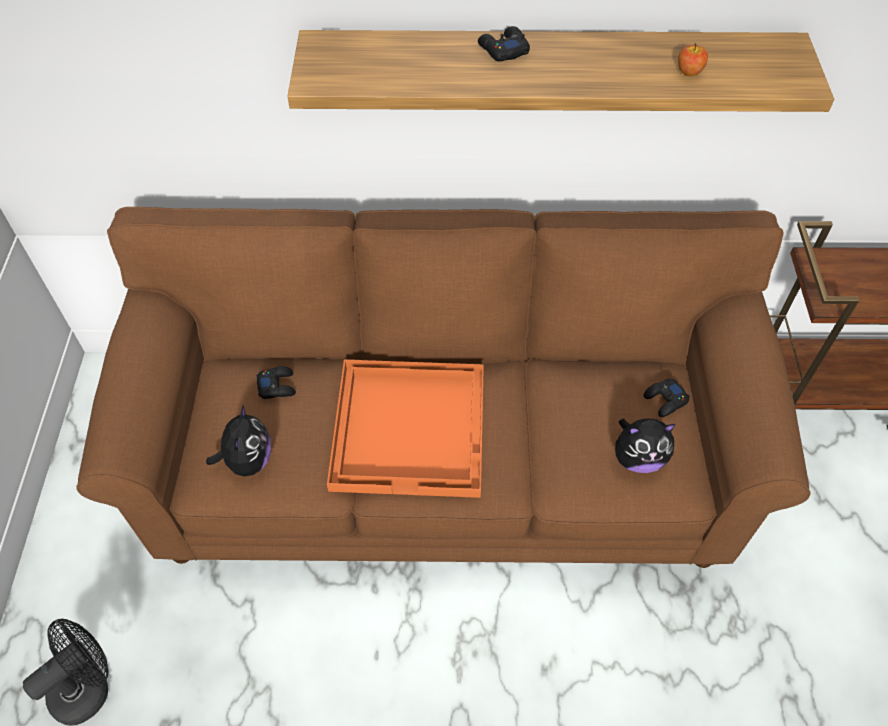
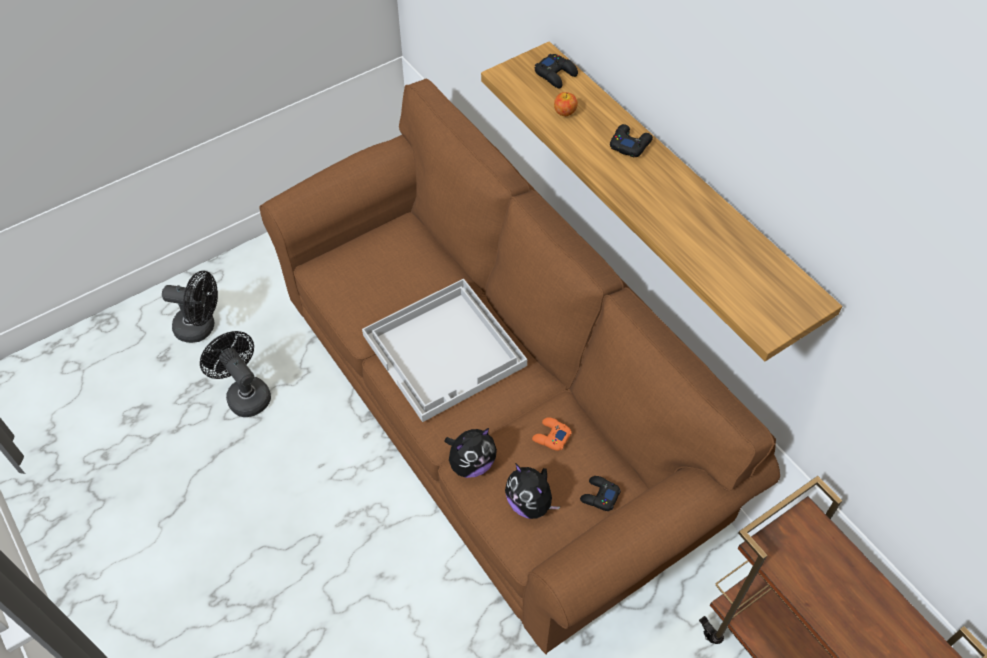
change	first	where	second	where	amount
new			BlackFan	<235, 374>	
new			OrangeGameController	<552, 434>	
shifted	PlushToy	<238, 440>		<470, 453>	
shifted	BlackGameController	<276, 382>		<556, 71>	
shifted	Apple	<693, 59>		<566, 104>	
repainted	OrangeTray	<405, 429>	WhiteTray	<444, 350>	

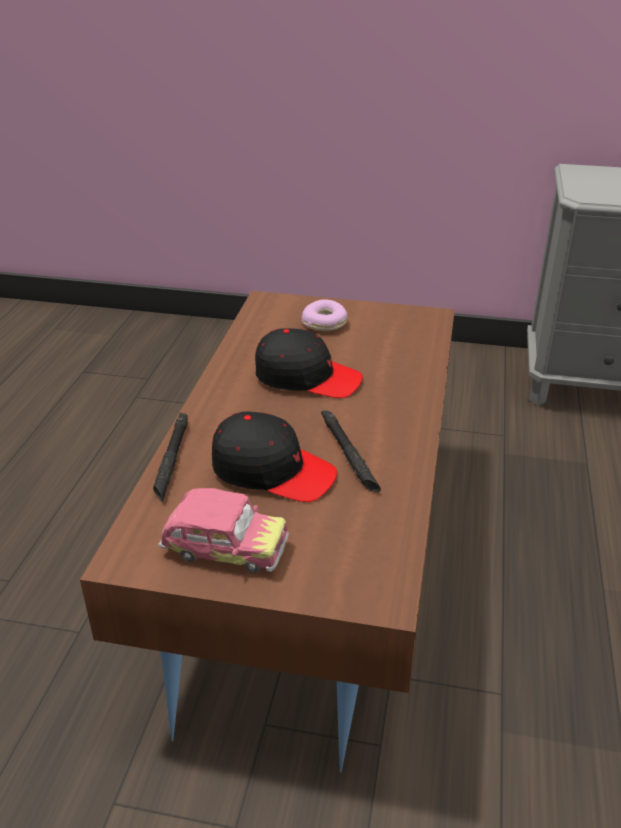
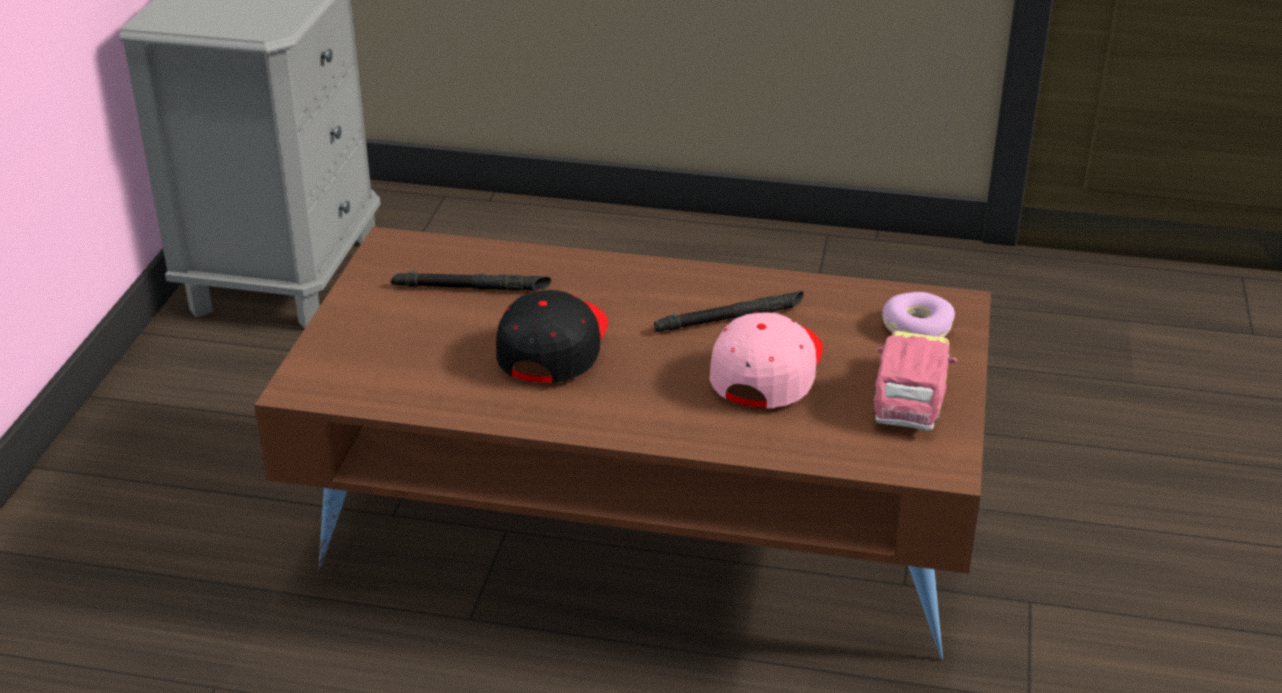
change	first	where	second	where	amount
shifted	BlackFlashlight	<170, 457>		<471, 281>	
shifted	Donut	<324, 315>		<918, 314>	
repainted	BlackCap	<274, 456>	PinkCap	<766, 360>	

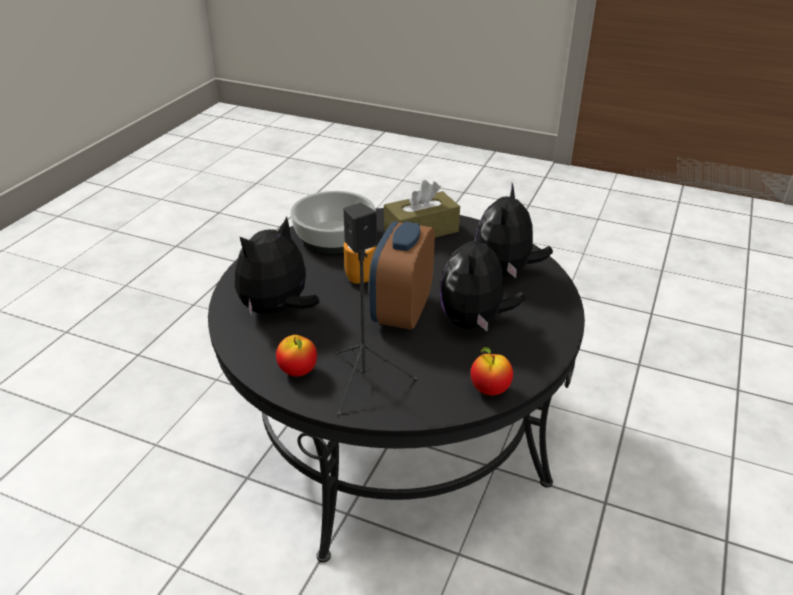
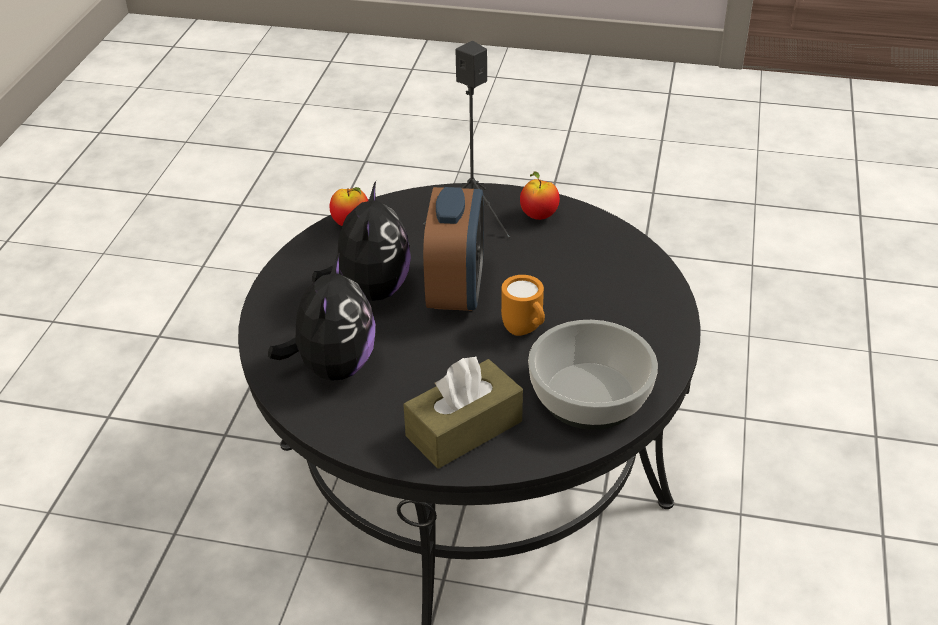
change	first	where	second	where	amount
gone	PlushToy	<277, 267>			

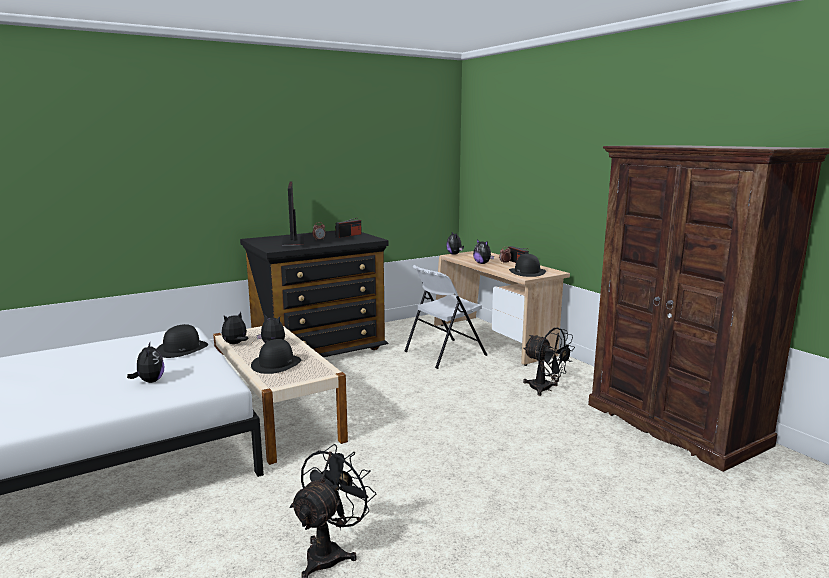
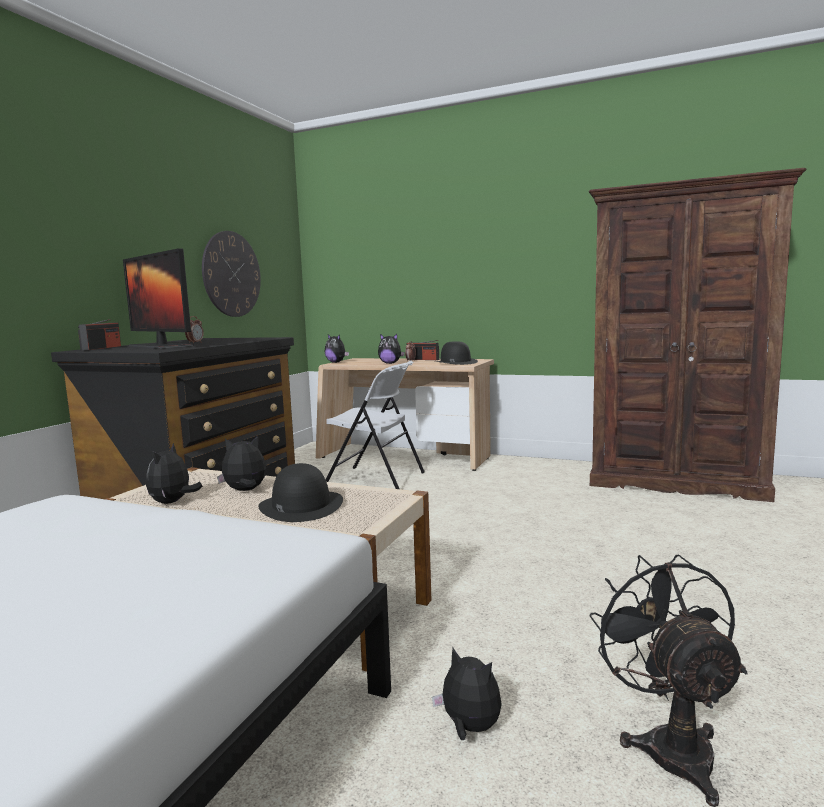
change	first	where	second	where	amount
gone	BlackHat	<182, 341>			
gone	BlackFan	<549, 362>			
new			WallClock	<231, 274>	
shifted	PlushToy	<145, 362>		<467, 694>	
shifted	Radio	<348, 227>		<99, 335>	
rotated	WhiteChair	<446, 317>		<375, 425>	90 degrees counterclockwise

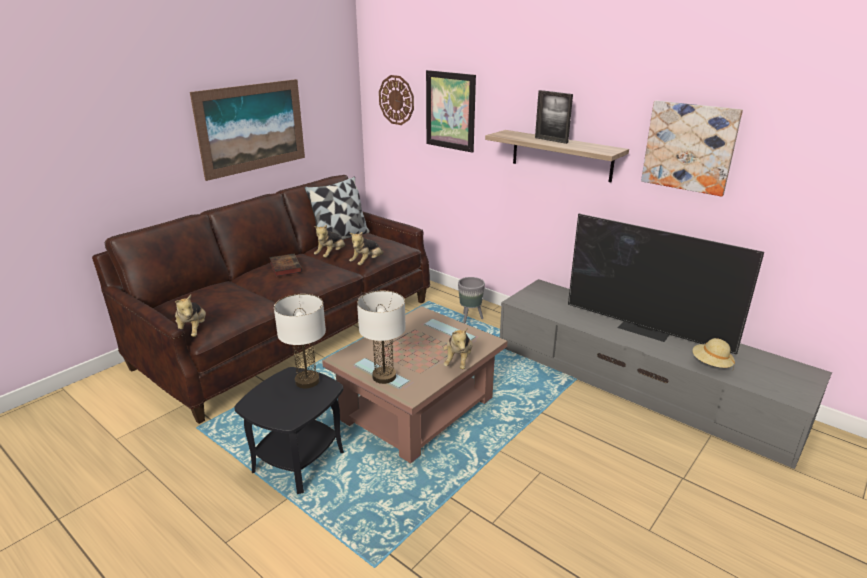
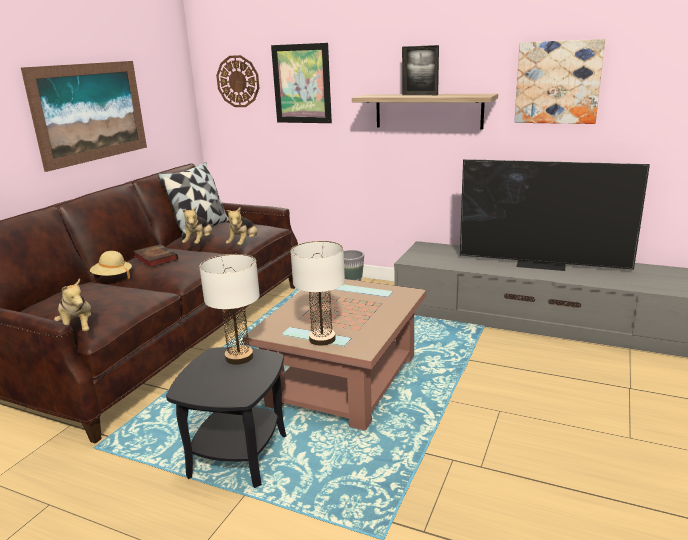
change	first	where	second	where	amount
gone	PlushToy	<457, 348>			
shifted	BeigeHat	<713, 353>		<111, 265>	

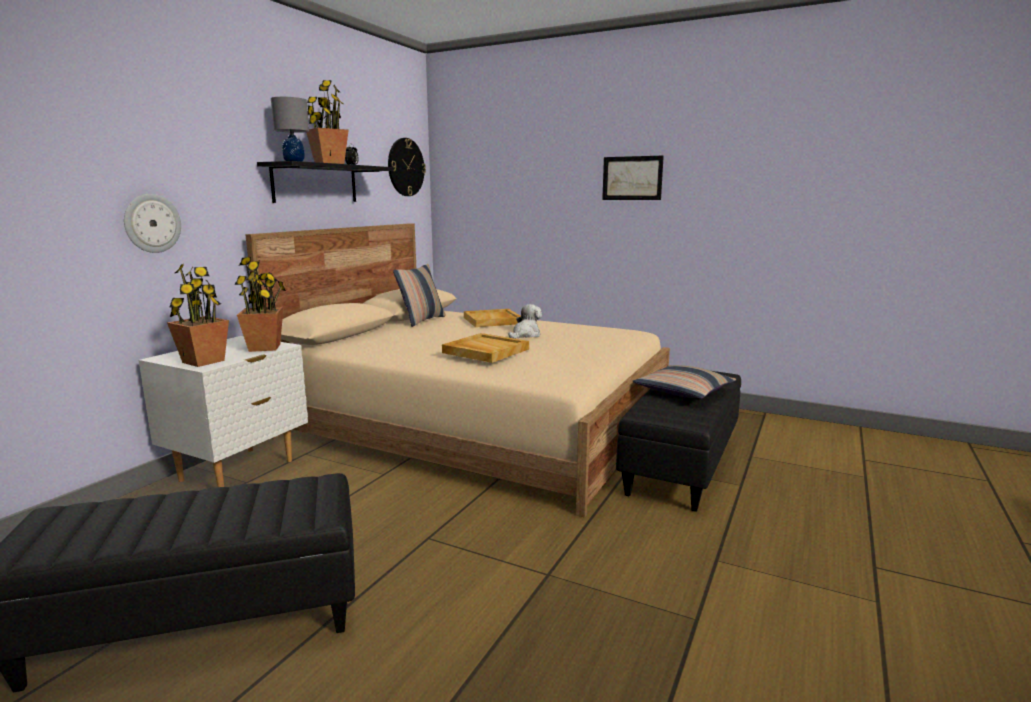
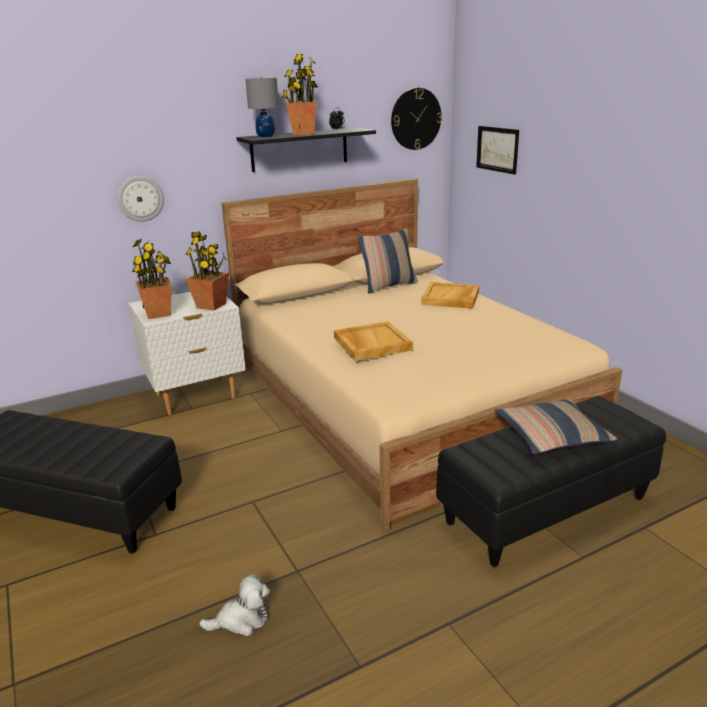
change	first	where	second	where	amount
shifted	PlushToy	<525, 321>		<234, 605>	
shifted	Picture	<633, 178>		<497, 150>	

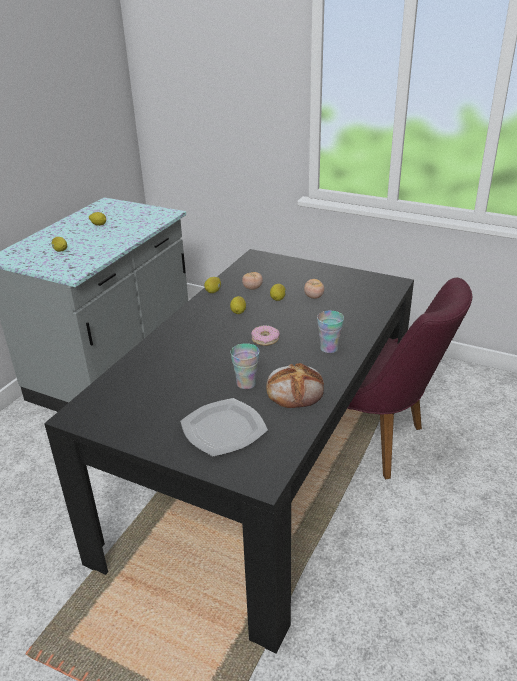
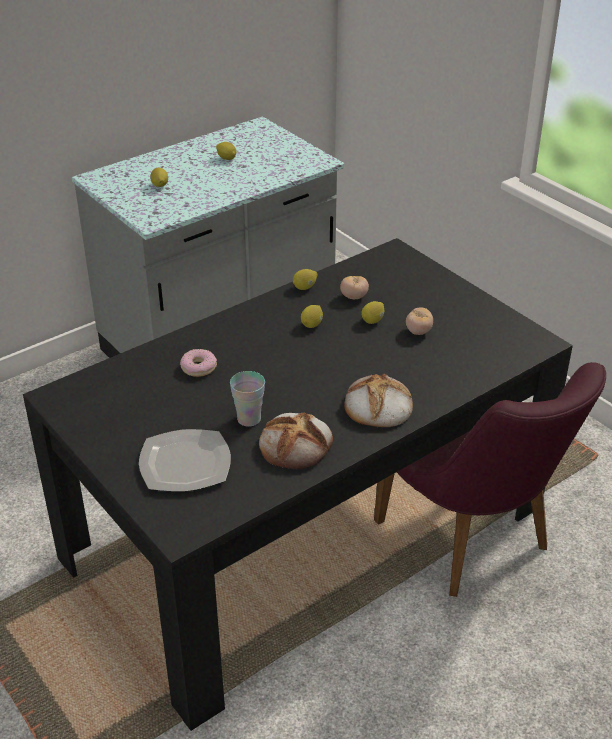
change	first	where	second	where	amount
shifted	Donut	<265, 335>		<198, 363>	
swapped	Cup	<330, 332>	Bread	<378, 400>	

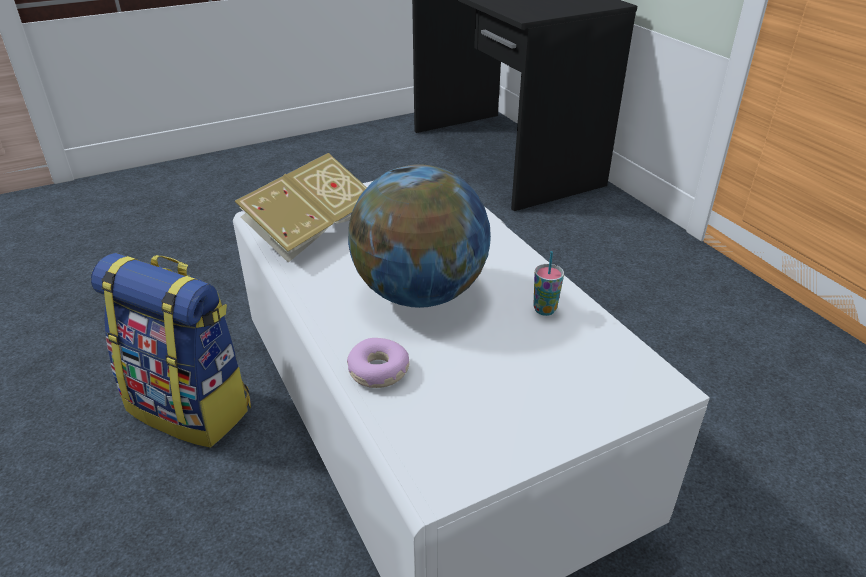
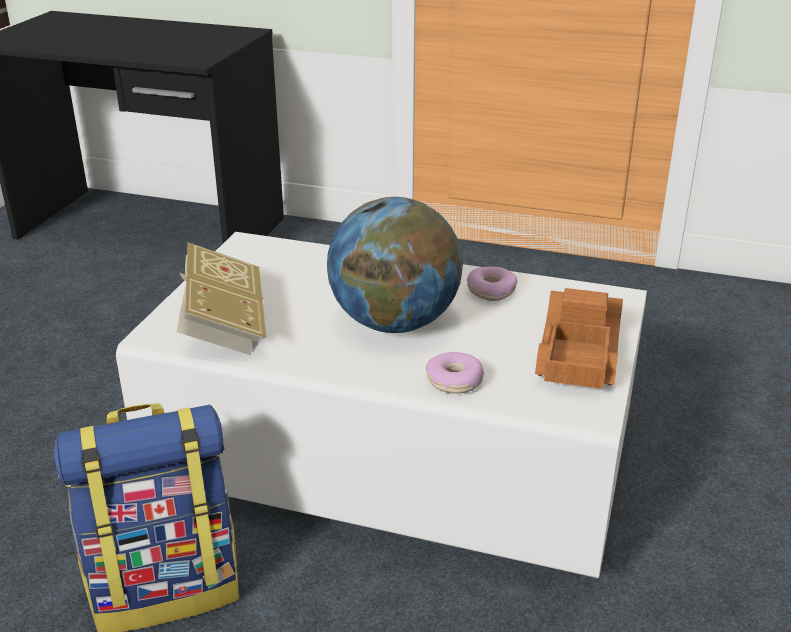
change	first	where	second	where	amount
new			ToyTruck	<579, 338>	
swapped	Cup	<548, 283>	Donut	<492, 284>	

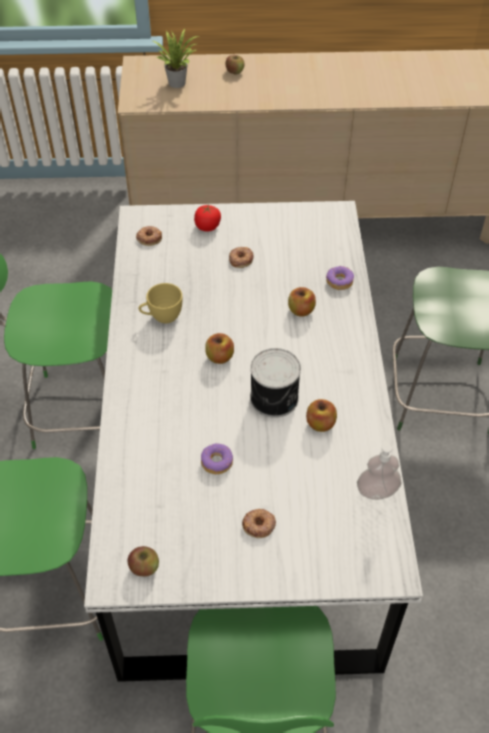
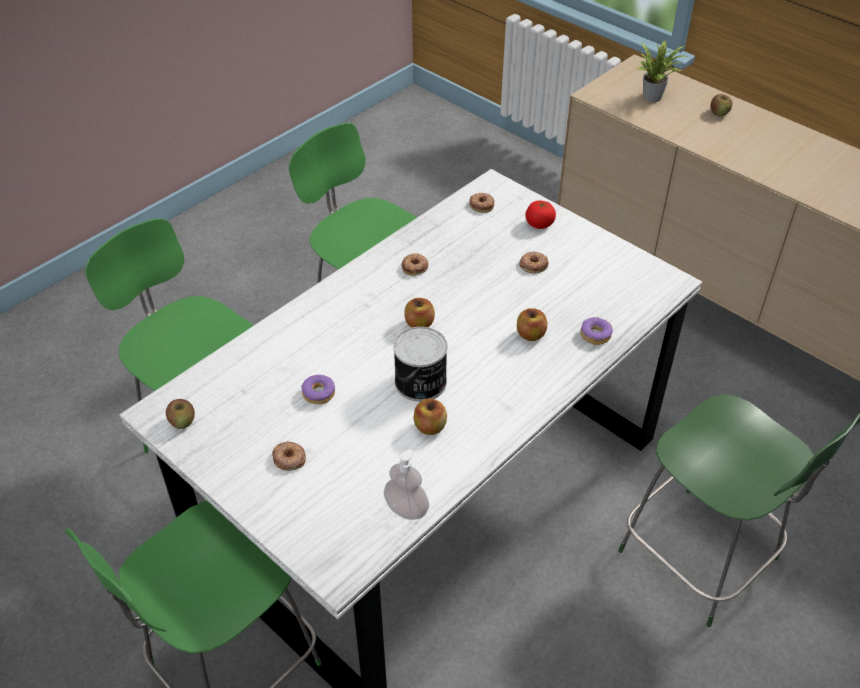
change	first	where	second	where	amount
swapped	YellowCup	<160, 303>	Donut	<415, 265>	

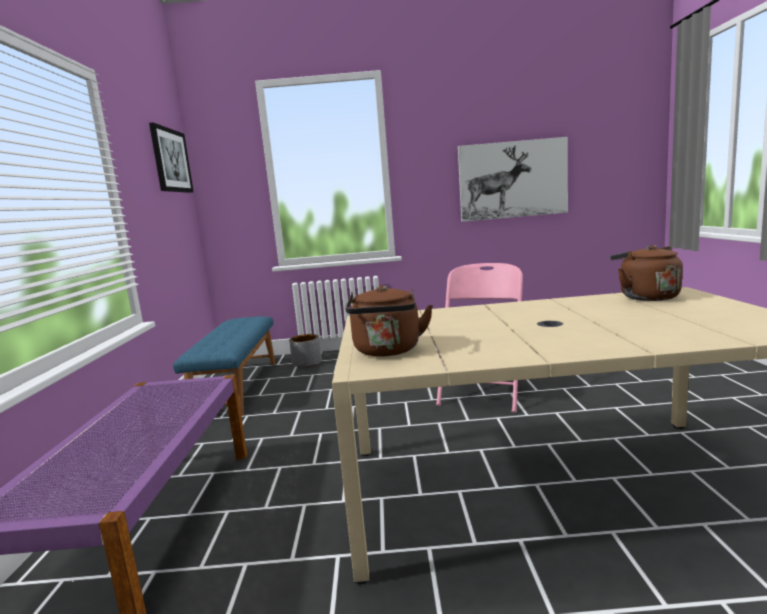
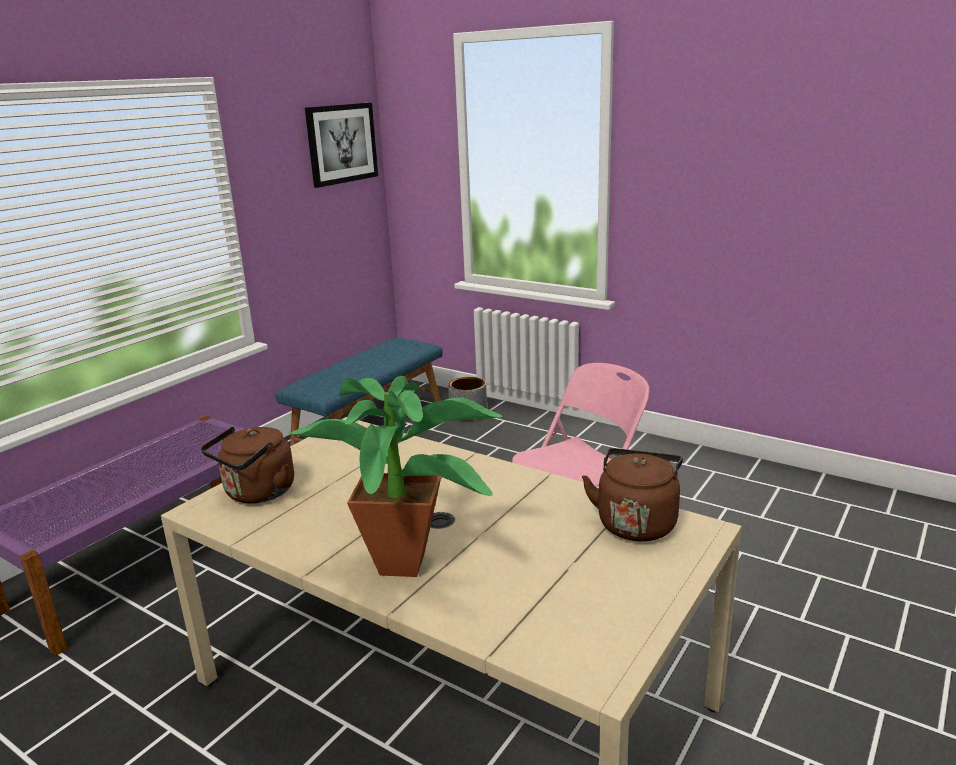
change	first	where	second	where	amount
gone	Picture	<513, 179>			
new			PottedPlant	<395, 476>	

